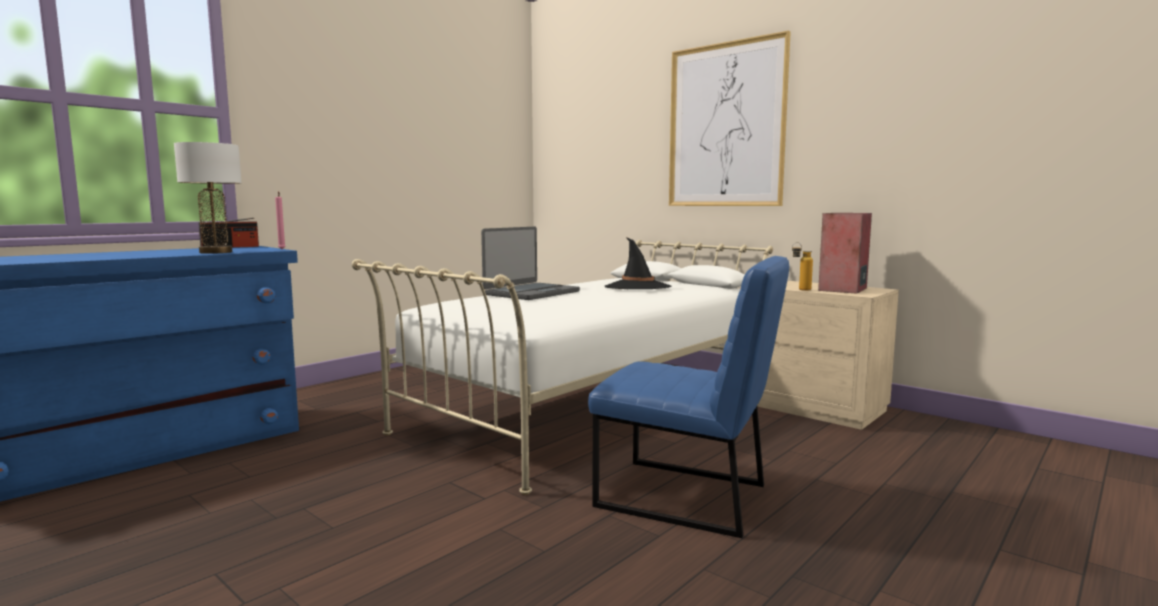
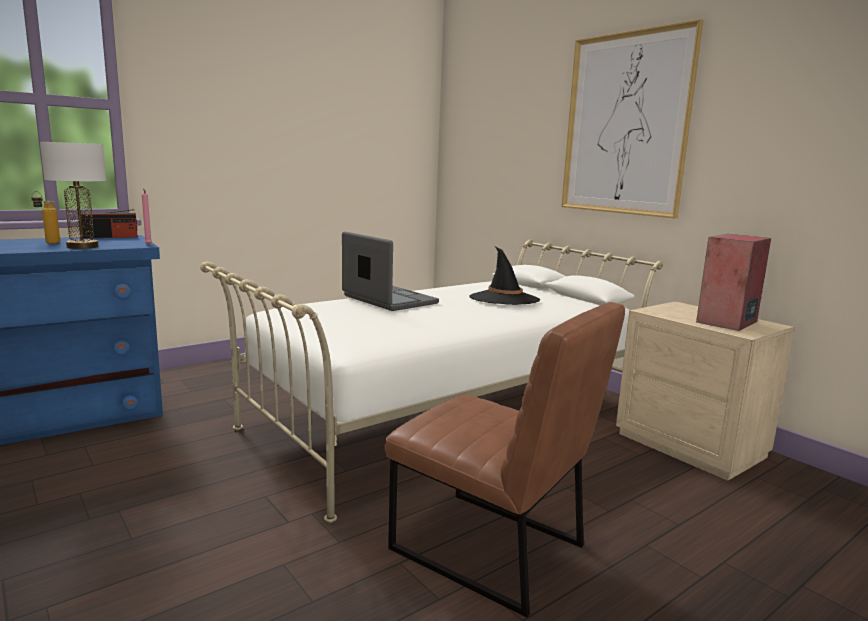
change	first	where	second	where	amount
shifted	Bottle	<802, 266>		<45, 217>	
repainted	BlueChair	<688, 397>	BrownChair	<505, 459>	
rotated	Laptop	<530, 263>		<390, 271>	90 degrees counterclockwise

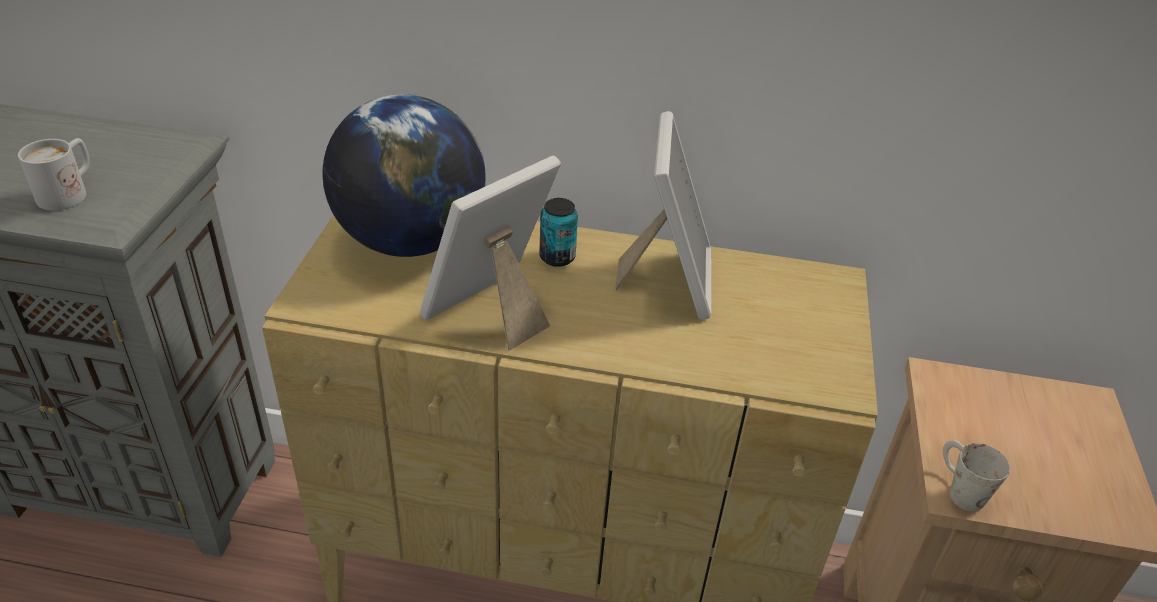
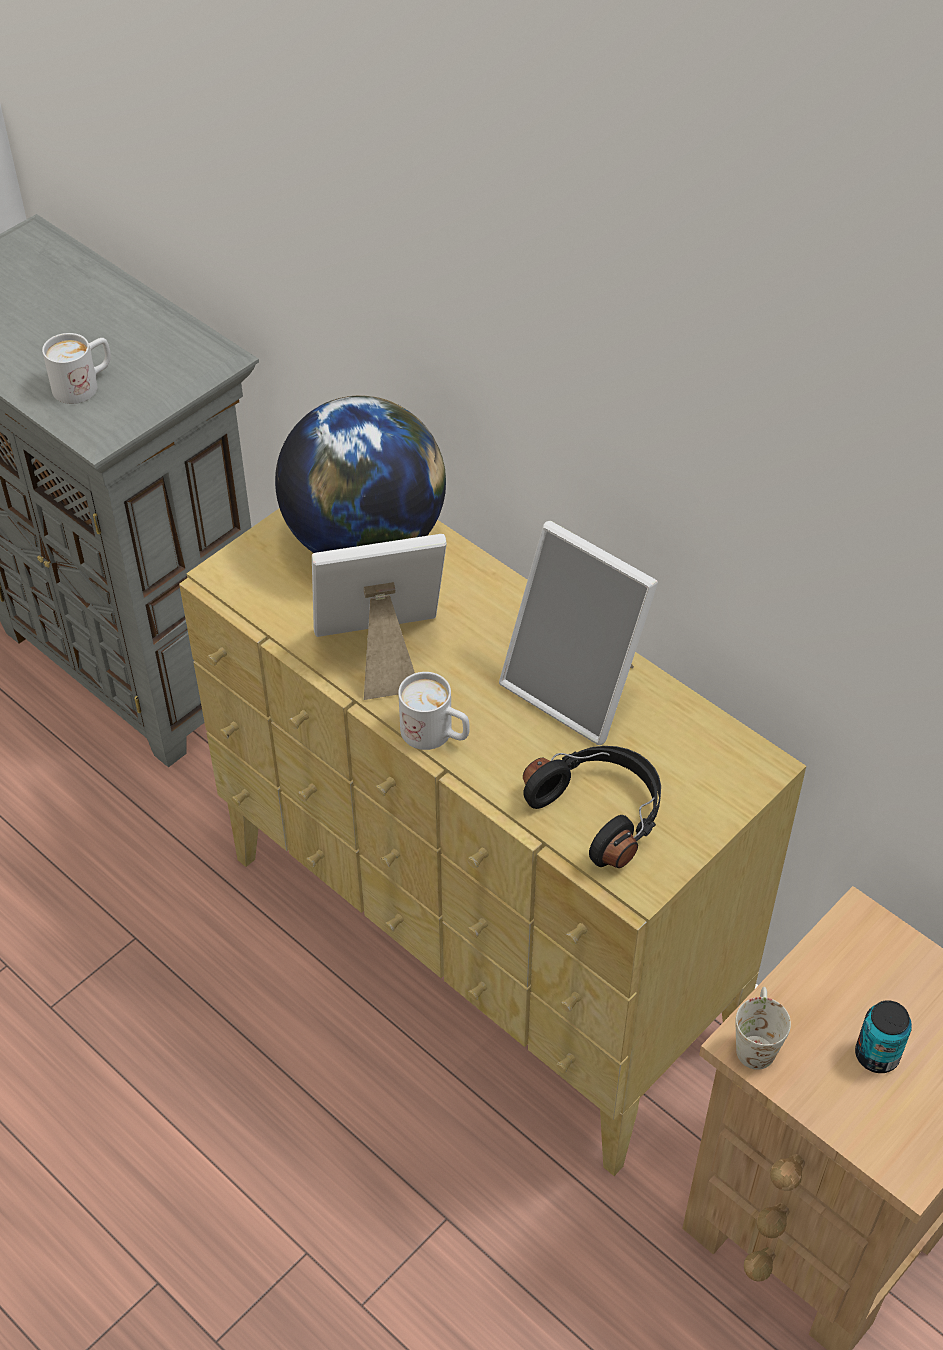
change	first	where	second	where	amount
new			WhiteMug	<434, 711>	
new			BlackHeadphones	<592, 807>	
shifted	Can	<558, 232>		<883, 1036>	
rotated	PictureFrame	<663, 215>		<578, 633>	90 degrees clockwise

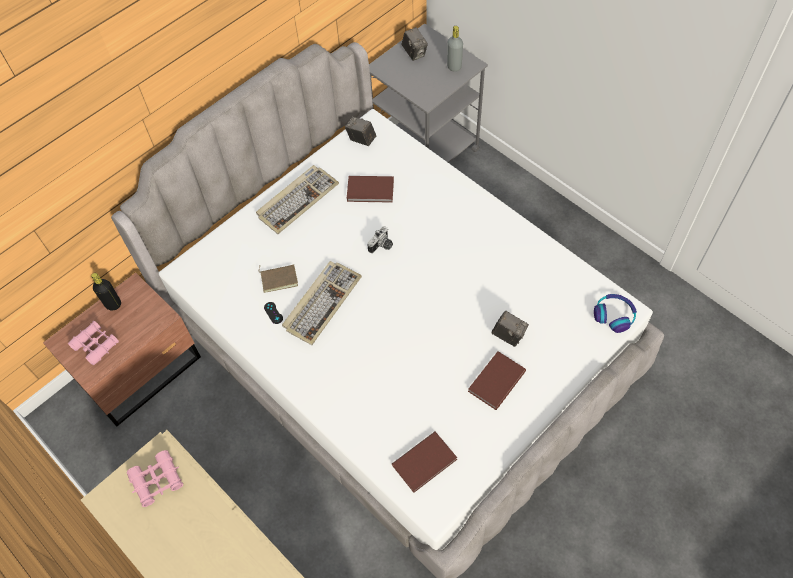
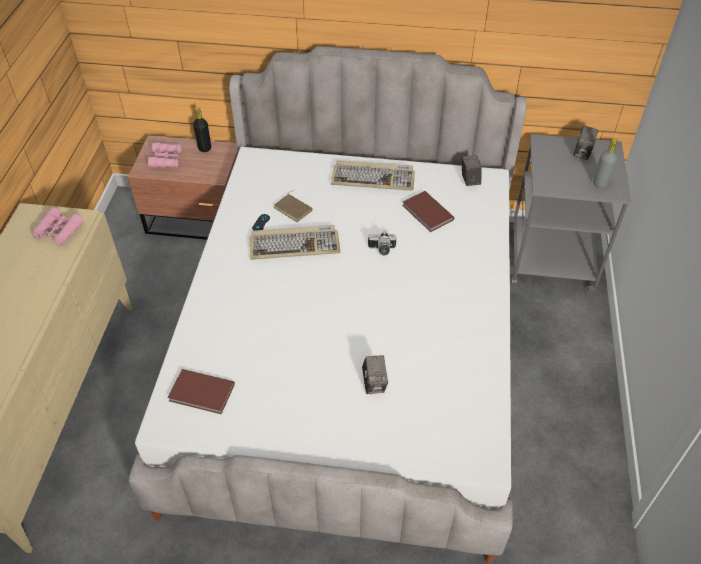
change	first	where	second	where	amount
gone	BrownBook	<497, 380>			
gone	Headphones	<615, 313>			

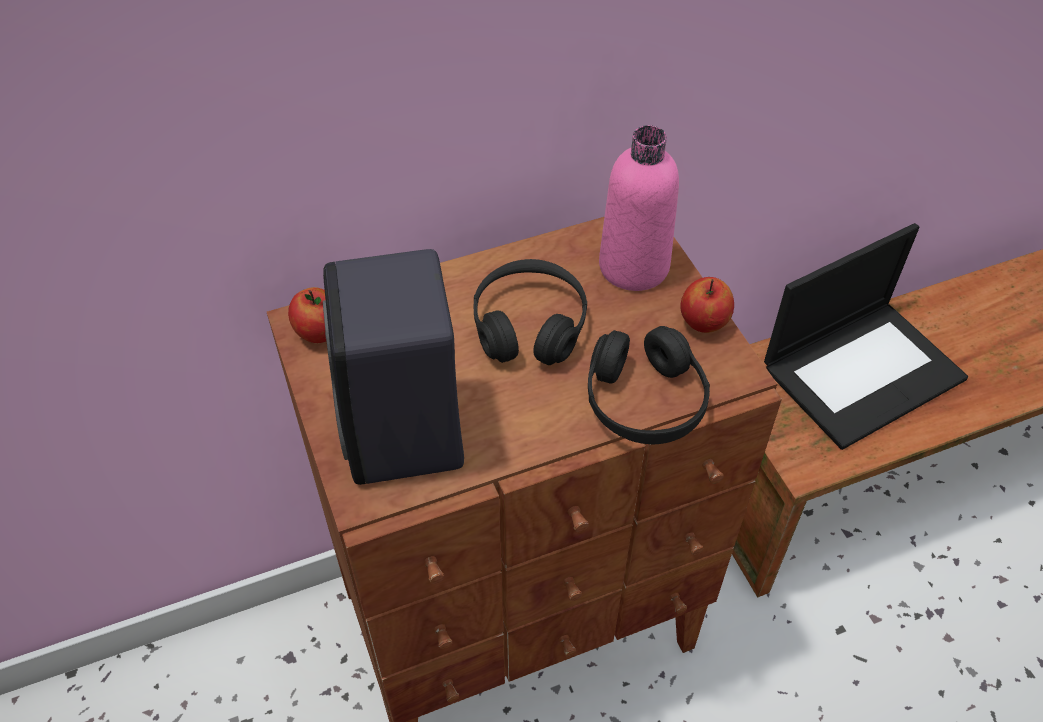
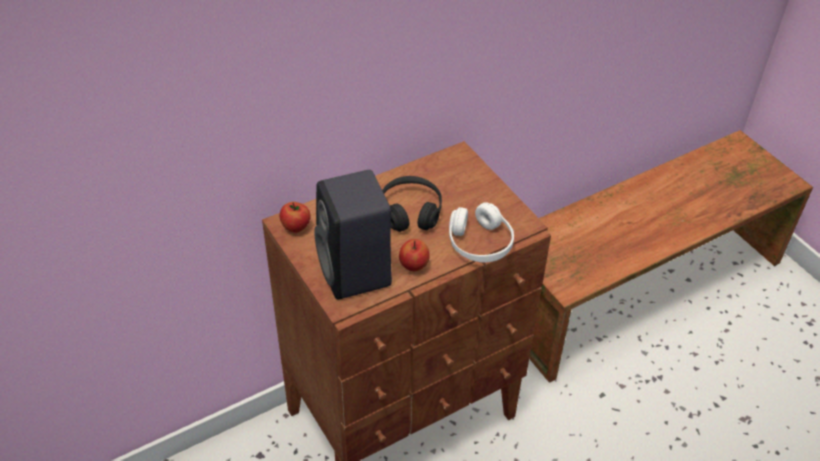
change	first	where	second	where	amount
gone	PinkBottle	<639, 208>			
gone	Laptop	<866, 336>			
shifted	Apple	<707, 305>		<414, 255>	
repainted	BlackHeadphones	<649, 385>	WhiteHeadphones	<481, 232>	

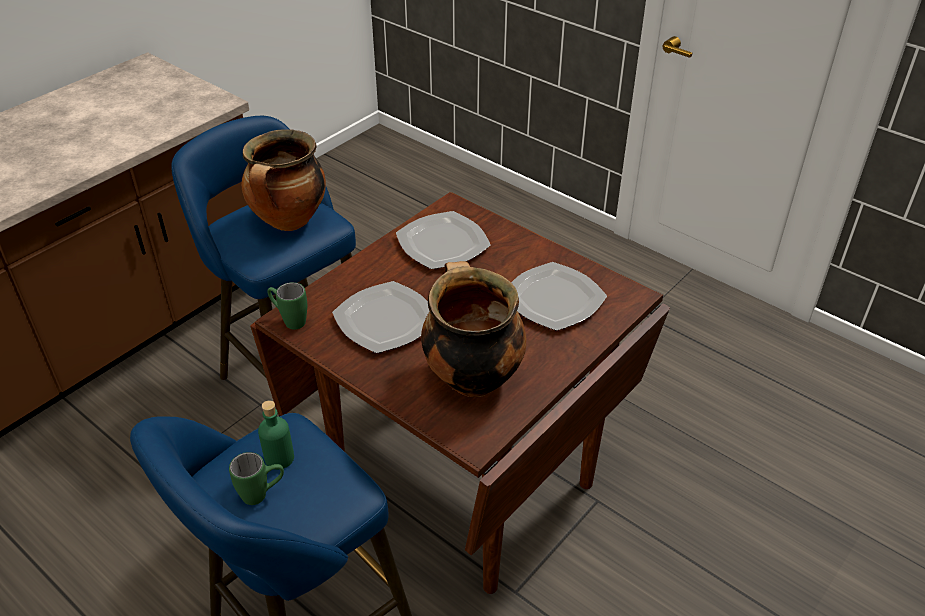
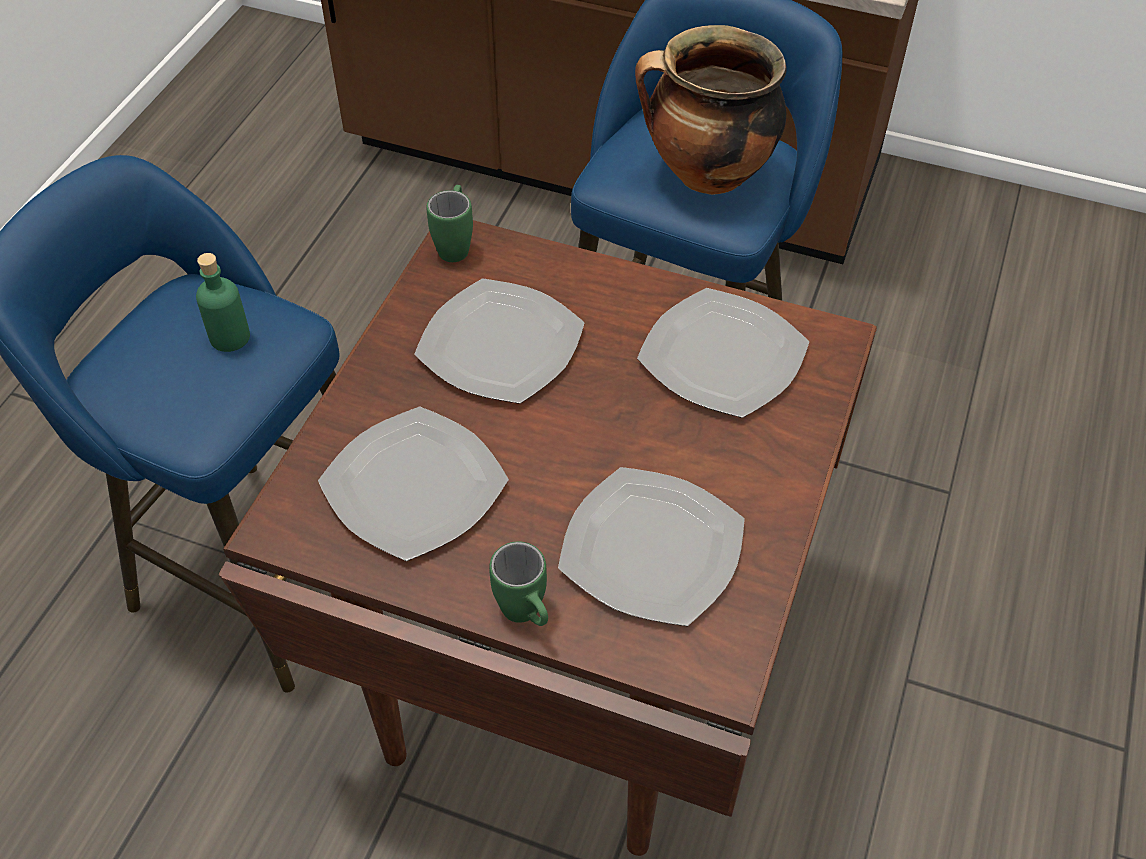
change	first	where	second	where	amount
shifted	GreenMug	<256, 478>		<518, 583>	
swapped	CookingPot	<473, 329>	Plate	<413, 483>	

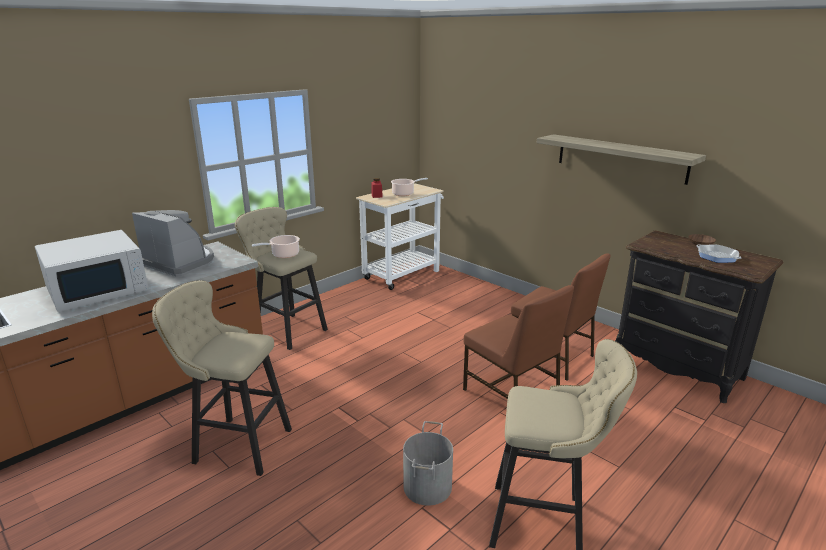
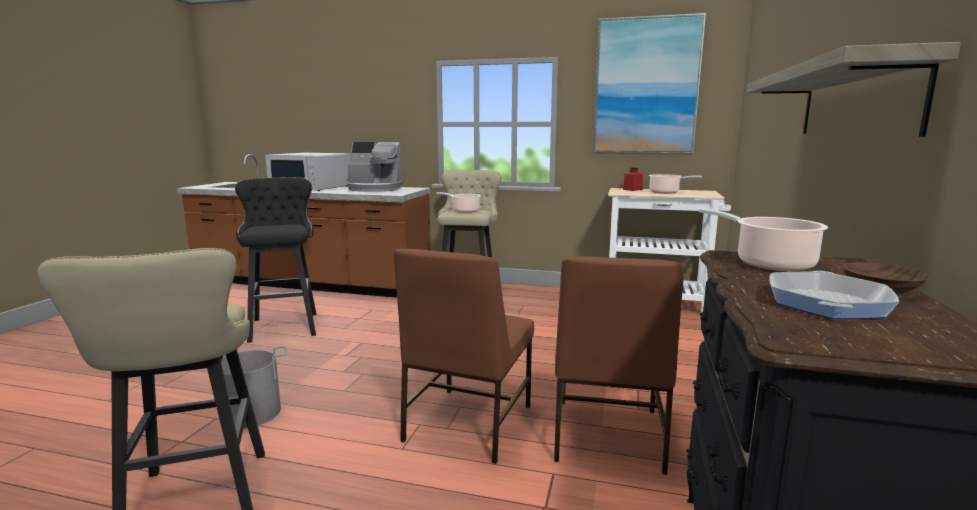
change	first	where	second	where	amount
new			Picture	<649, 84>	
new			CookingPot	<763, 239>	
repainted	BeigeStool	<222, 378>	BlackStool	<276, 260>	
rotated	CoffeeMachine	<173, 243>		<375, 167>	90 degrees clockwise

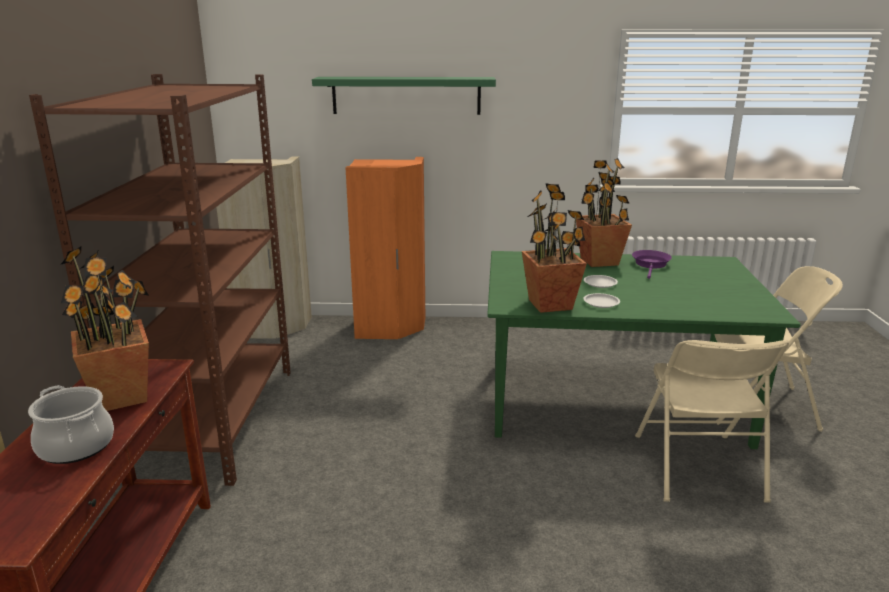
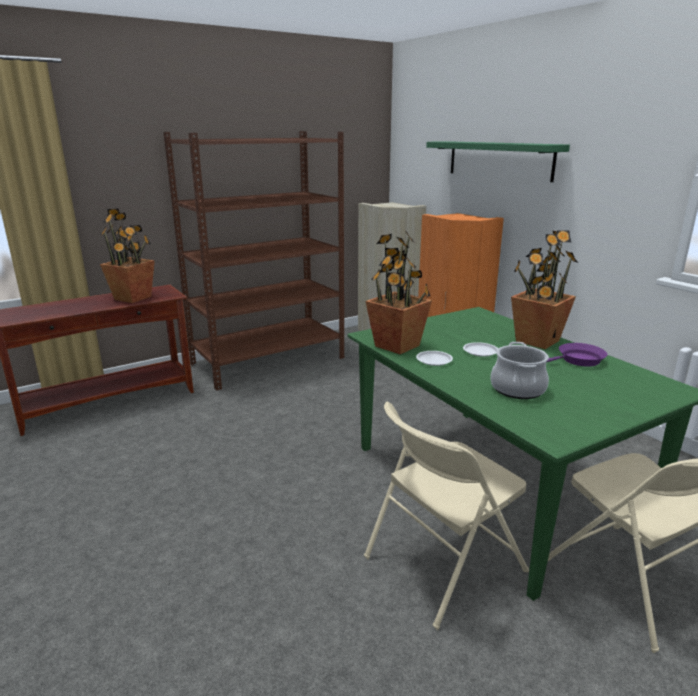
change	first	where	second	where	amount
shifted	CookingPot	<71, 424>		<520, 370>	

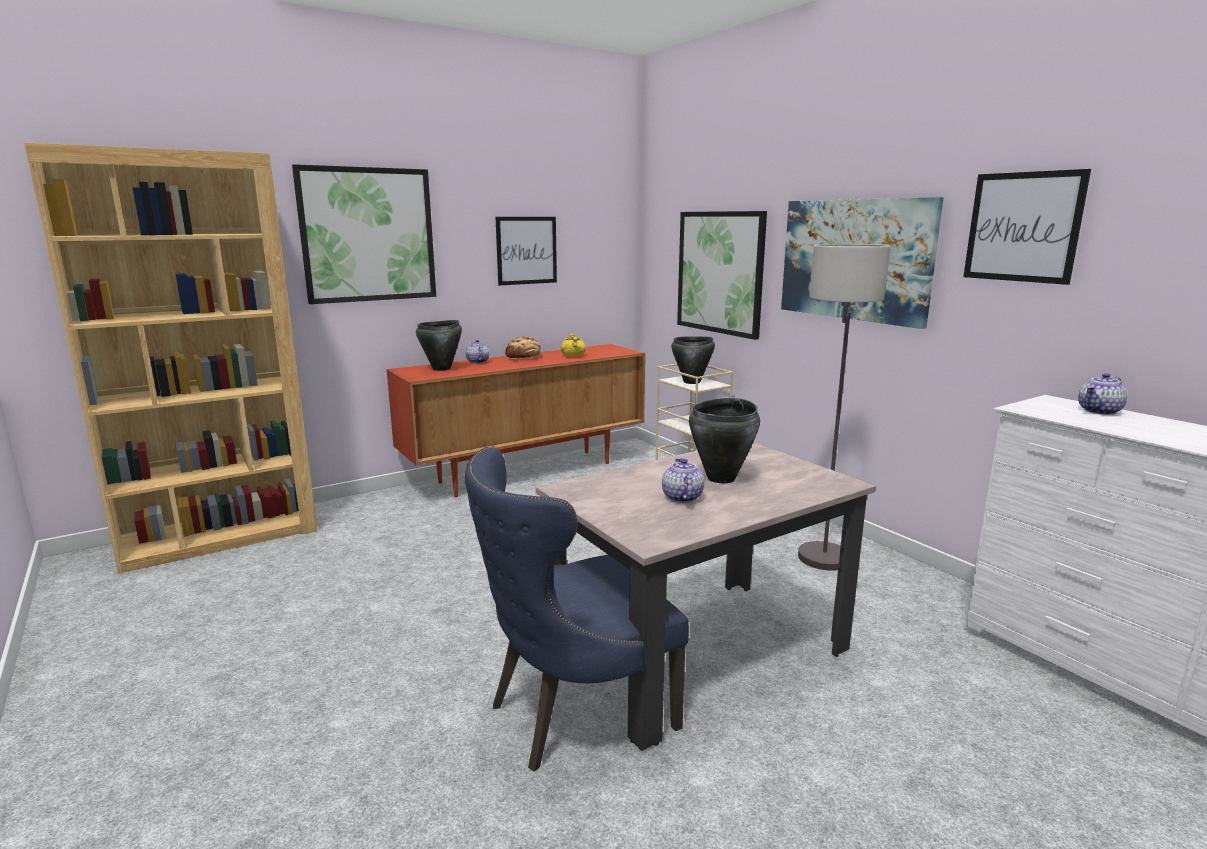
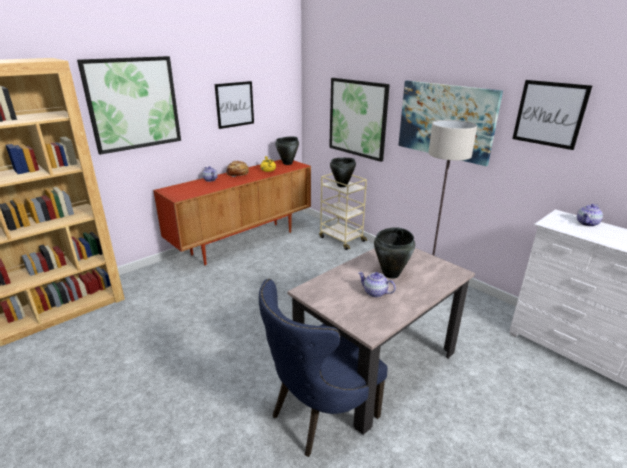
change	first	where	second	where	amount
shifted	BlackCookingPot	<439, 345>		<287, 151>	
rotated	Teapot	<683, 480>		<377, 284>	45 degrees counterclockwise

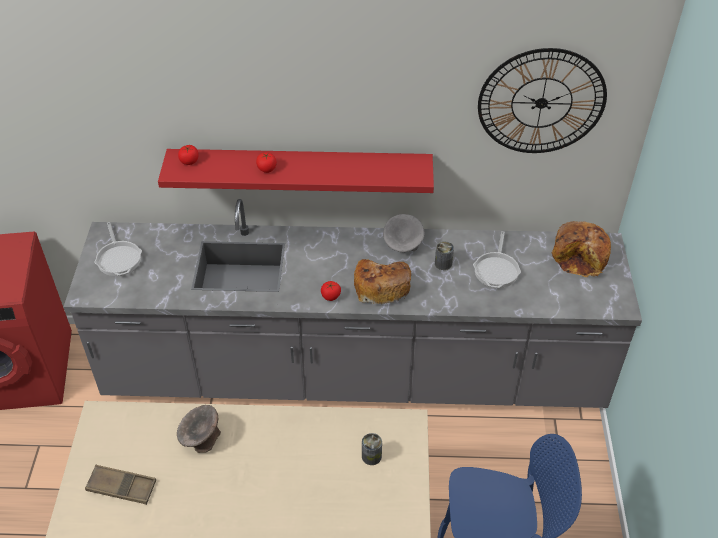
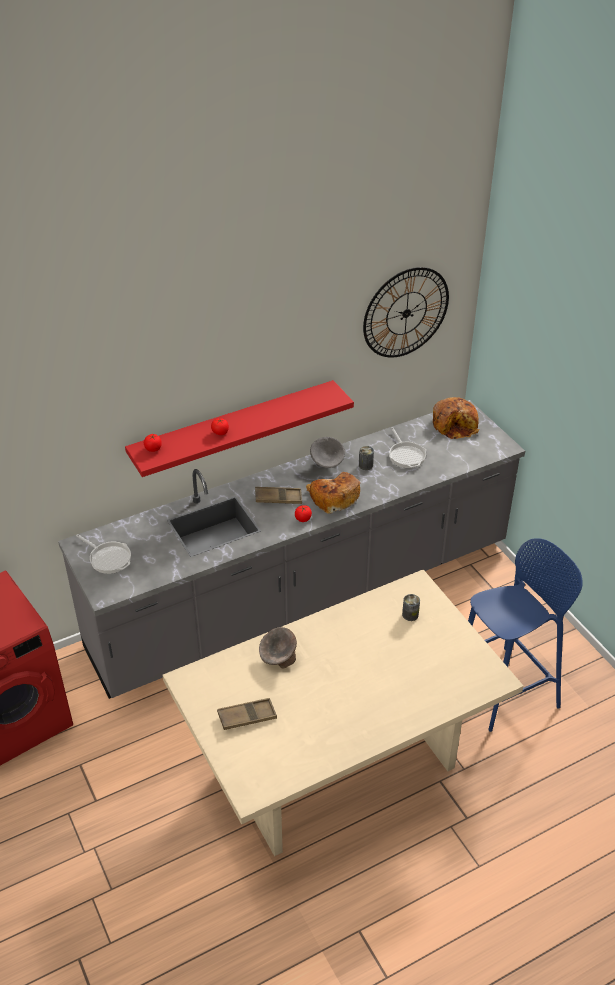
change	first	where	second	where	amount
new			BrownTray	<278, 495>	

